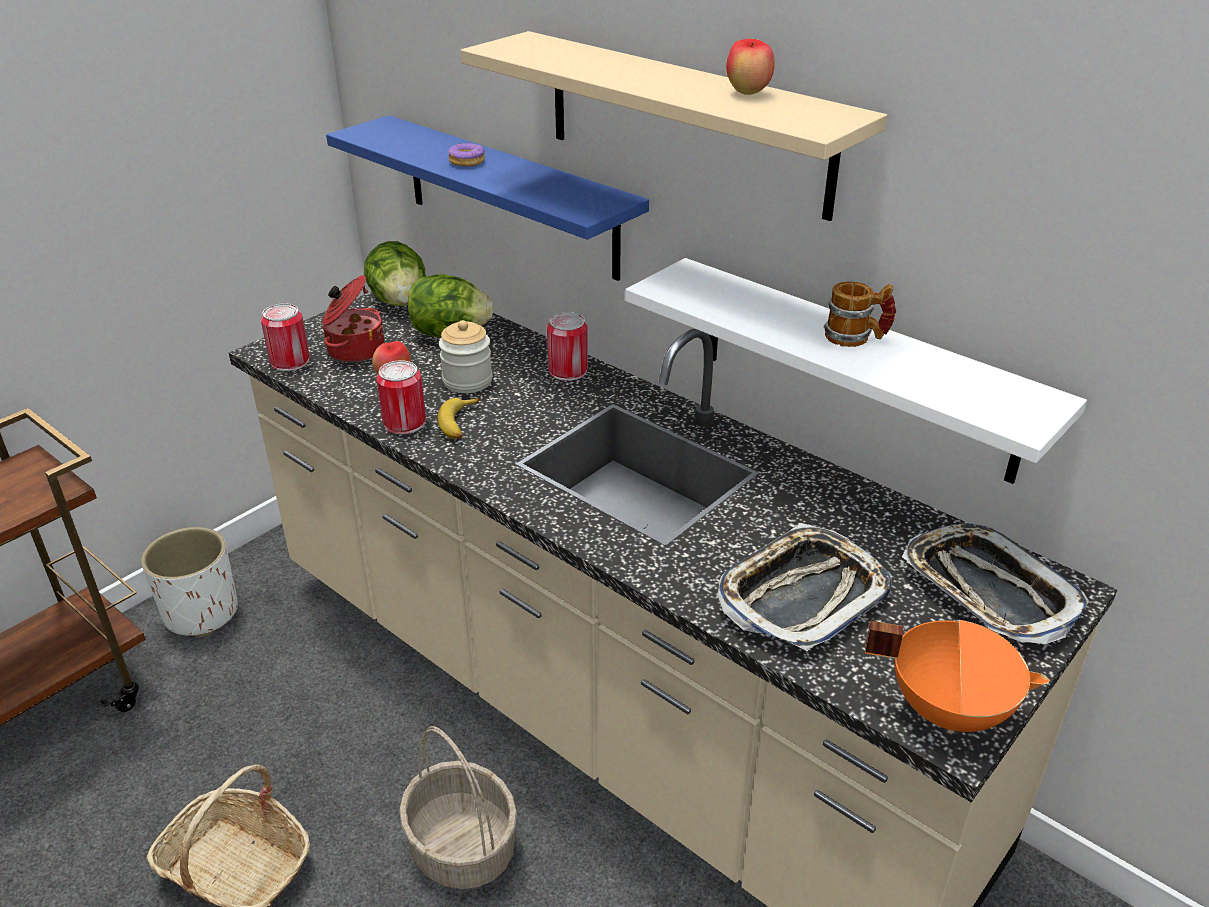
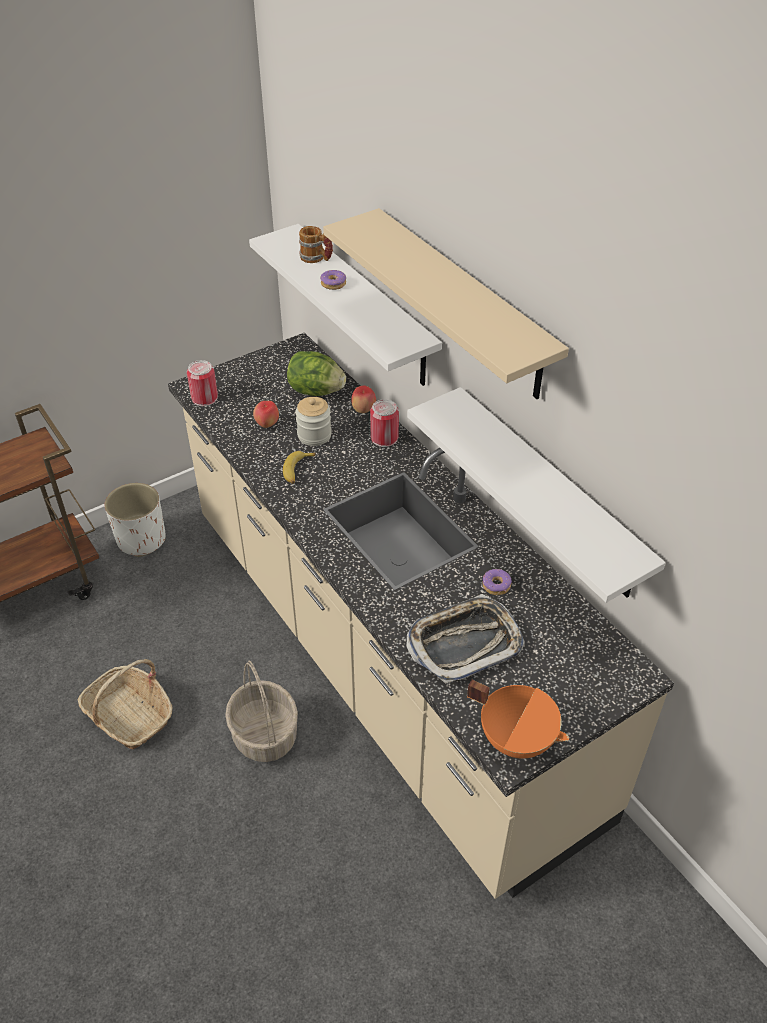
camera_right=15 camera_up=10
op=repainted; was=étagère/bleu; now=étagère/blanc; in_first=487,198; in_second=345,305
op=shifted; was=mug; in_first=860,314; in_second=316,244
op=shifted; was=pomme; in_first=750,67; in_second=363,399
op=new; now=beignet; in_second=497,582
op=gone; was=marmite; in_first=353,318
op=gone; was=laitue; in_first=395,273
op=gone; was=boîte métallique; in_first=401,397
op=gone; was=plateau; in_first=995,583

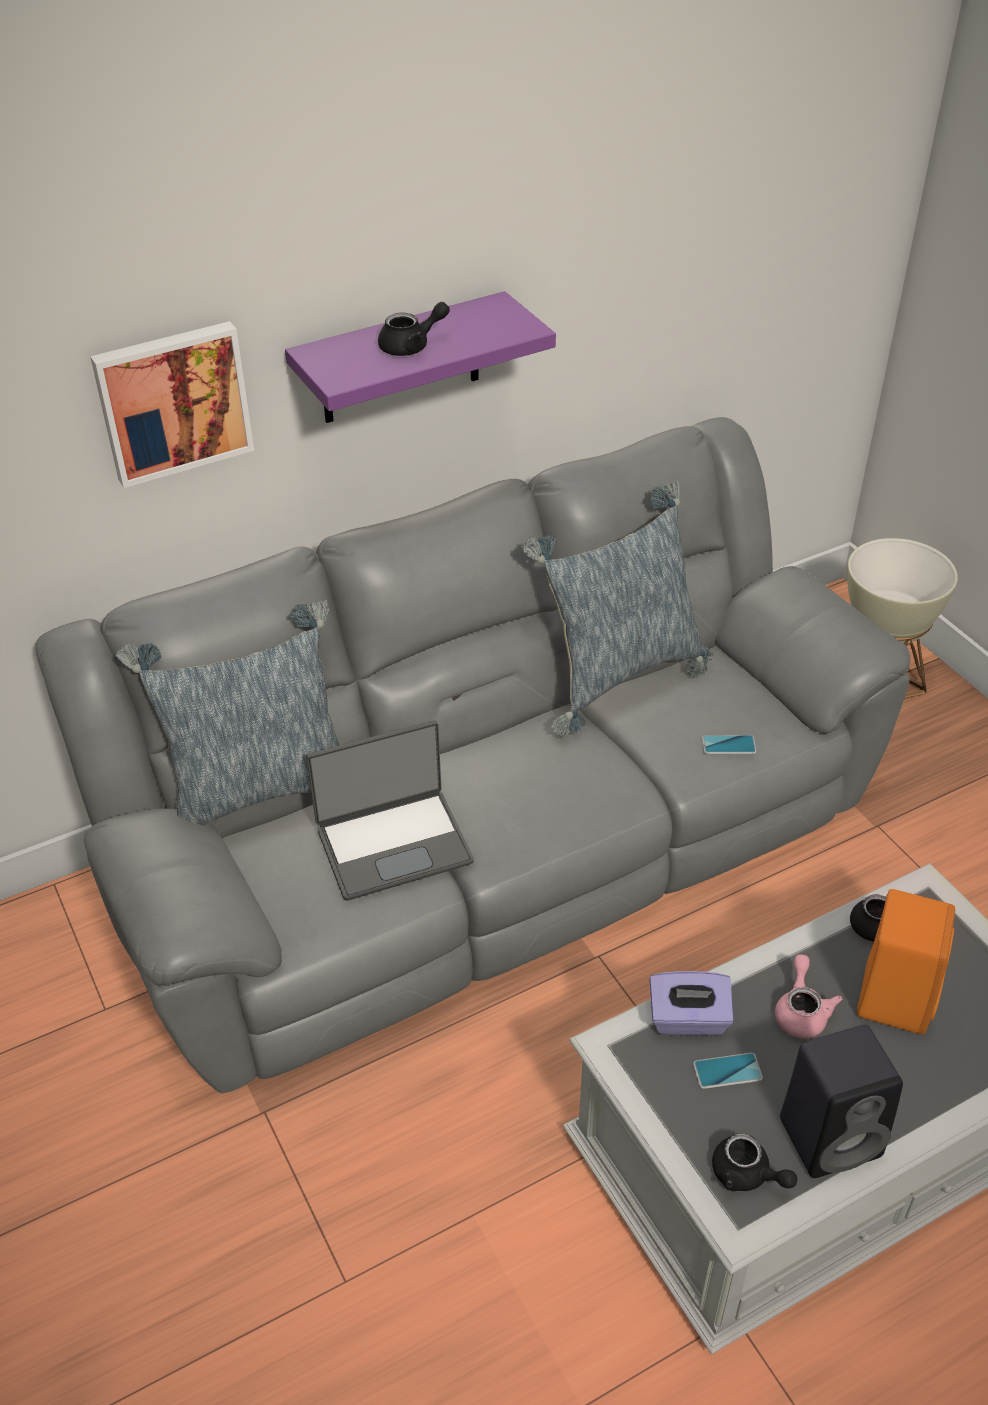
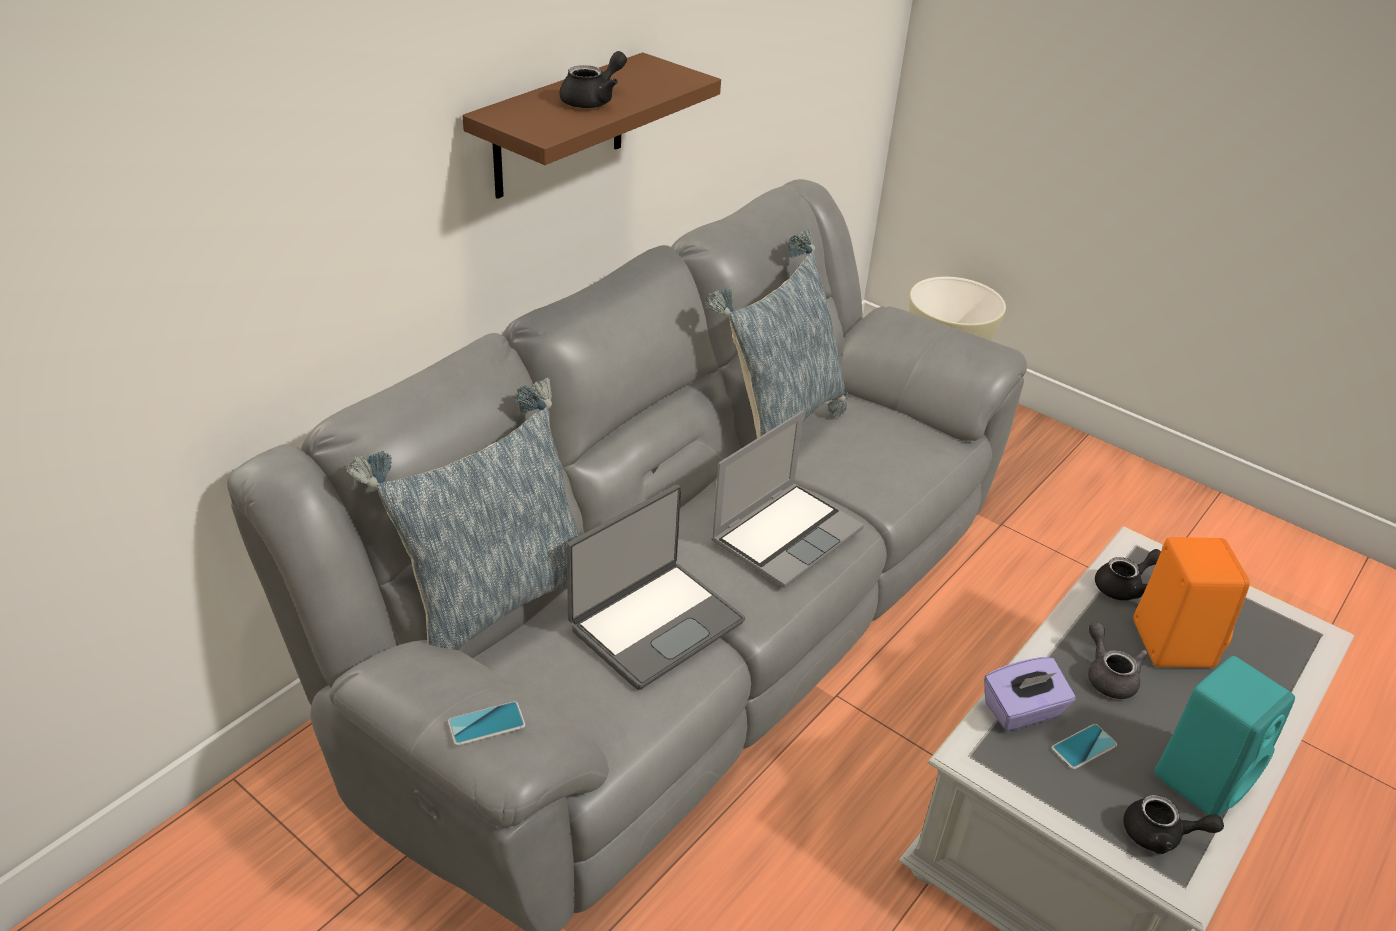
camera_right=-25 camera_up=-5
op=shifted; was=téléphone; in_first=729,744; in_second=486,723
op=repainted; was=étagère/violet; now=étagère/marron; in_first=420,357; in_second=591,125
op=new; now=ordinateur portable; in_second=787,499
op=repainted; was=théière/rose; now=théière/gris; in_first=808,996; in_second=1118,660
op=repainted; was=enceinte/noir; now=enceinte/turquoise; in_first=841,1101; in_second=1224,736
op=gone; was=tableau; in_first=172,404

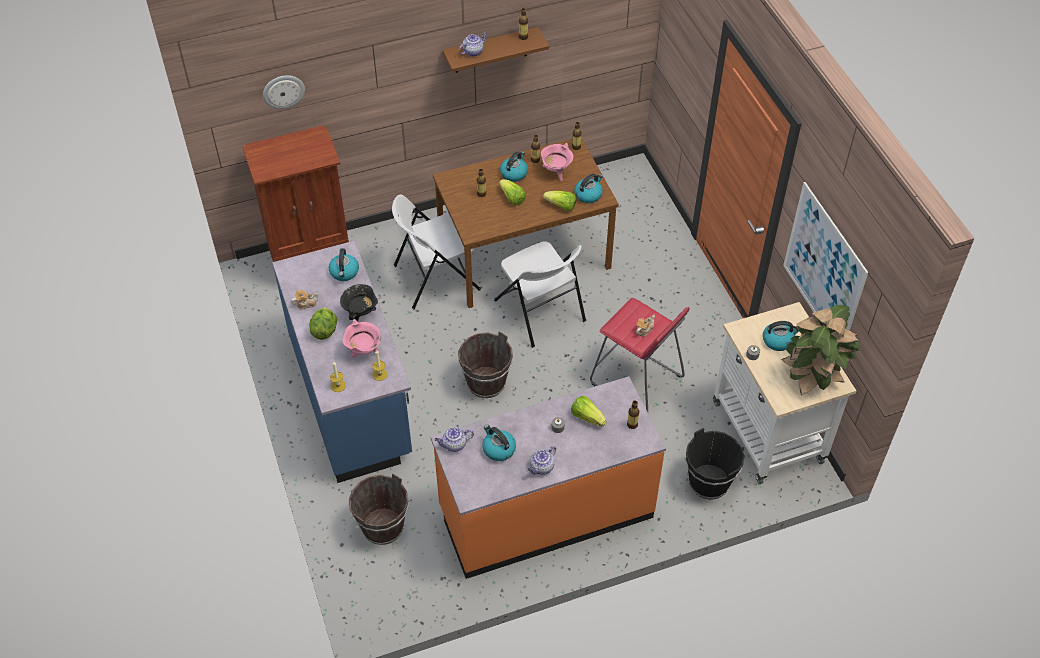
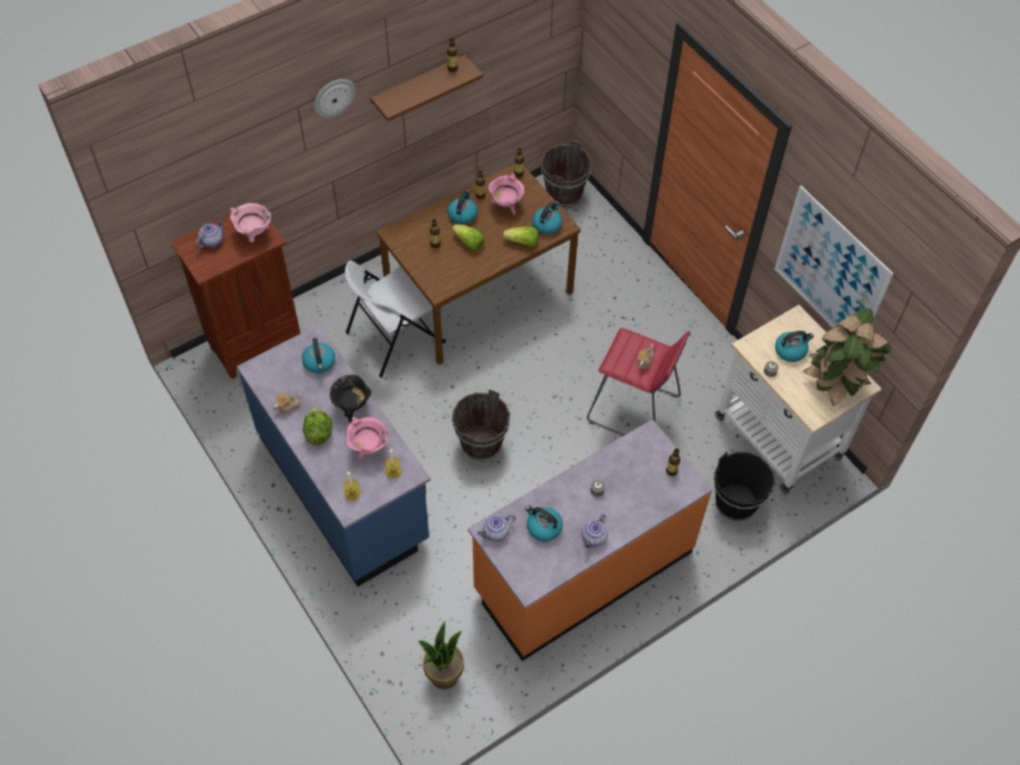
camera_right=-15 camera_up=5
op=shifted; was=théière; in_first=473,45; in_second=209,233
op=new; now=marmite/rose; in_second=250,222
op=shifted; was=horloge murale; in_first=284,92; in_second=335,98
op=new; now=plante en pot; in_second=441,655
op=shifted; was=seau/marron; in_first=379,509; in_second=566,173
op=gone; was=chaise/blanc; in_first=540,294
op=gone; was=laitue; in_first=588,411

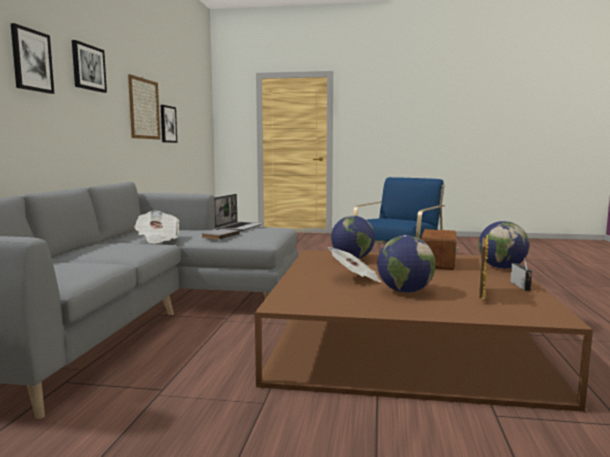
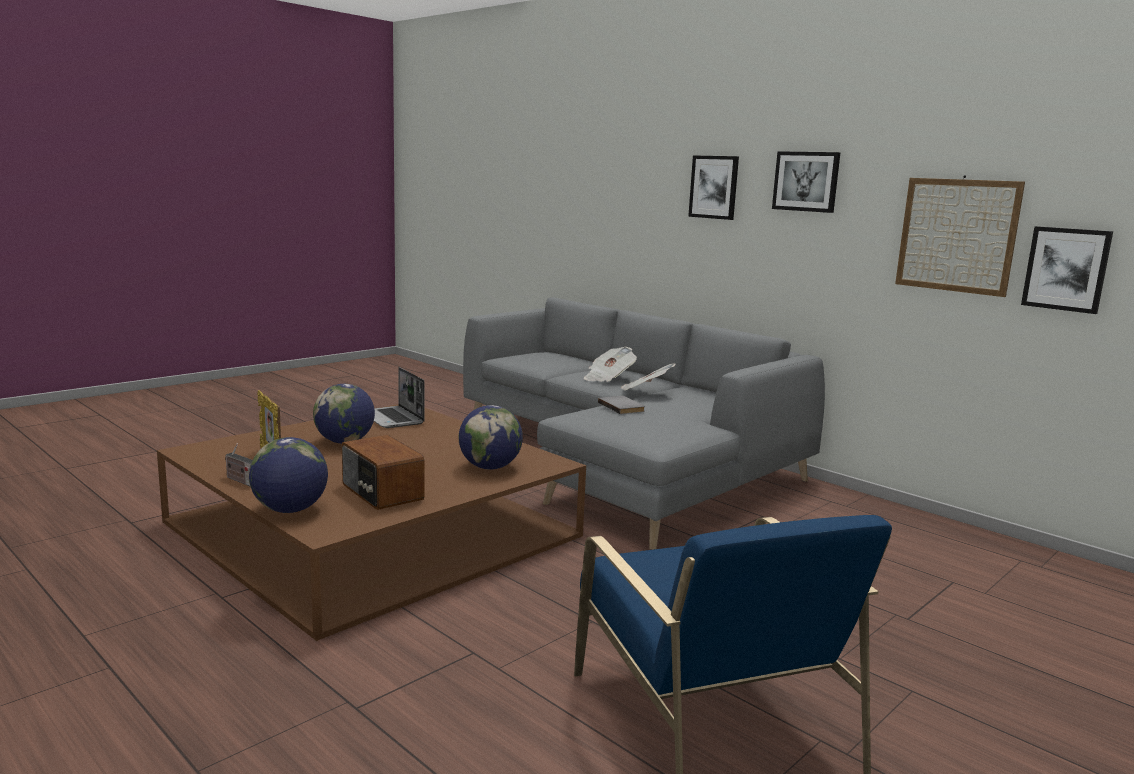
camera_right=125 camera_up=5
op=shifted; was=ordinateur portable; in_first=238,212; in_second=399,397
op=shifted; was=journal; in_first=354,264; in_second=610,364

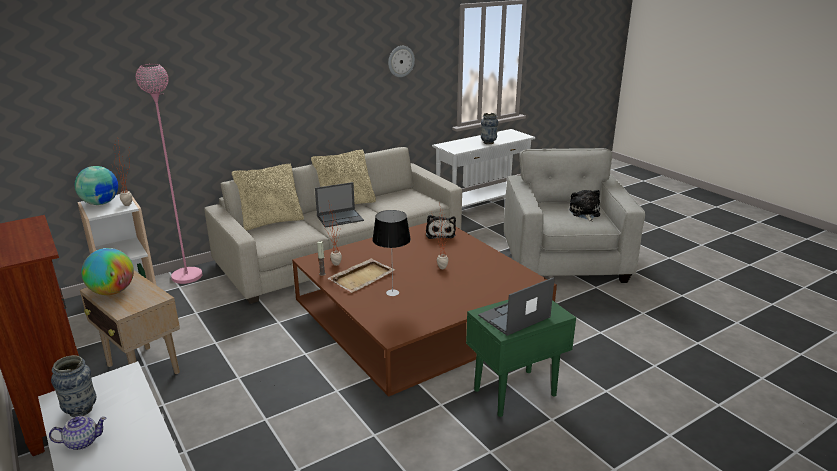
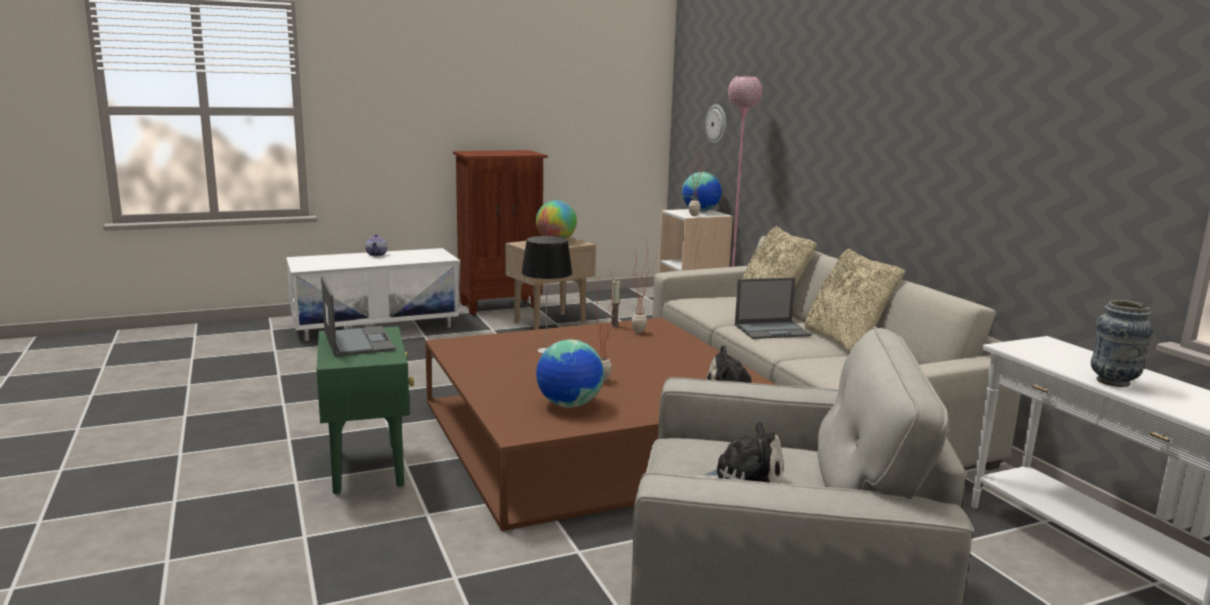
camera_right=100 camera_up=-10
op=new; now=globe; in_second=570,374
op=shifted; was=horloge murale; in_first=401,61; in_second=715,124
op=rotated; was=ordinateur portable; in_first=339,204; in_second=773,308; clockwise=-90
op=gone; was=vase; in_first=73,386
op=gone; was=plateau/beige; in_first=361,275

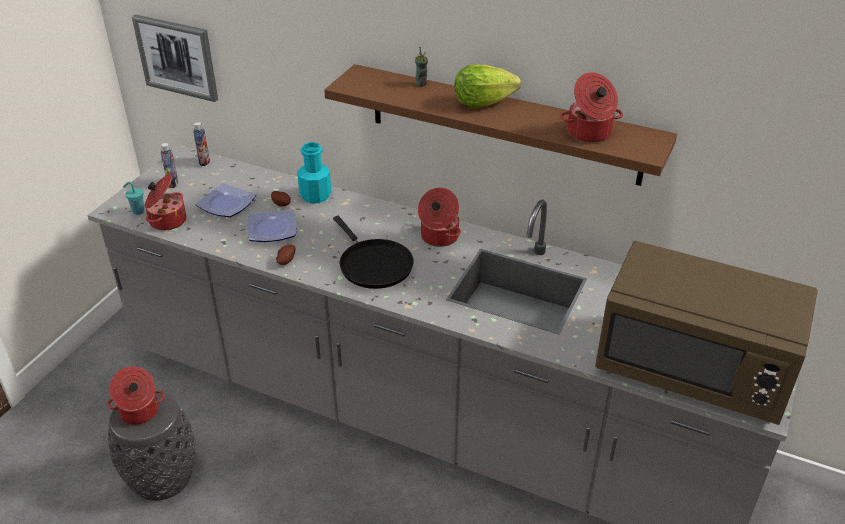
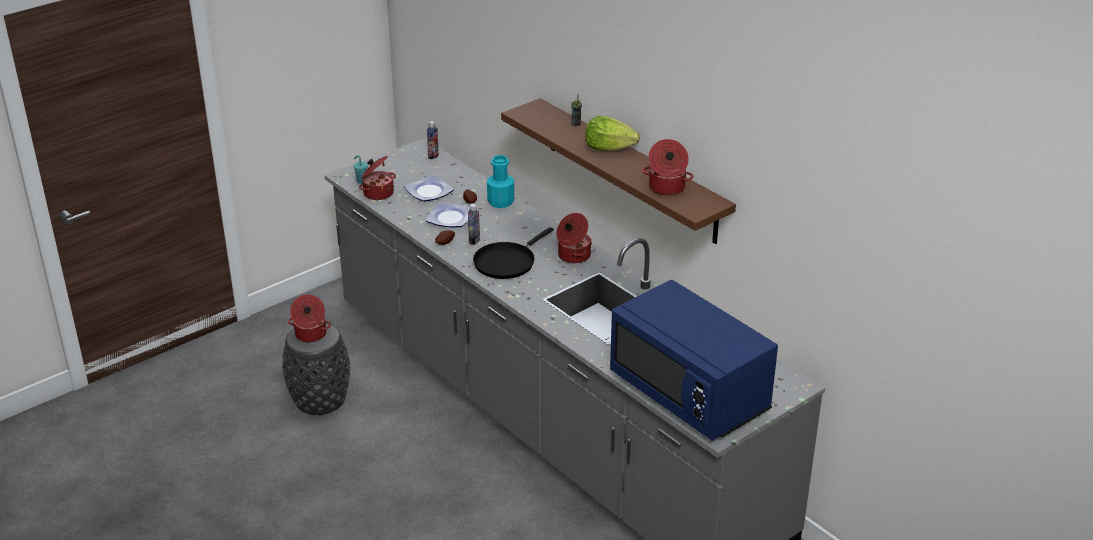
camera_right=25 camera_up=-5
op=shifted; was=bouteille; in_first=169,165; in_second=474,224
op=rotated; was=poêle/noir; in_first=373,252; in_second=513,253; clockwise=45
op=repainted; was=micro-ondes/marron; now=micro-ondes/bleu; in_first=706,333; in_second=694,360
op=gone; was=tableau; in_first=175,58

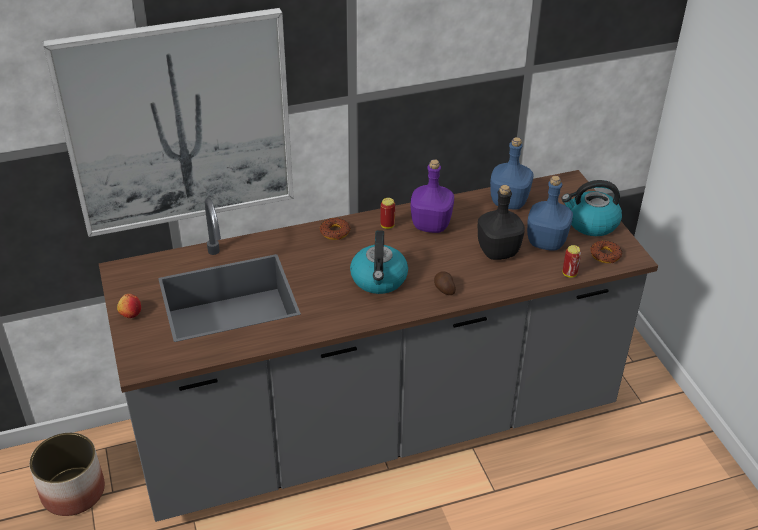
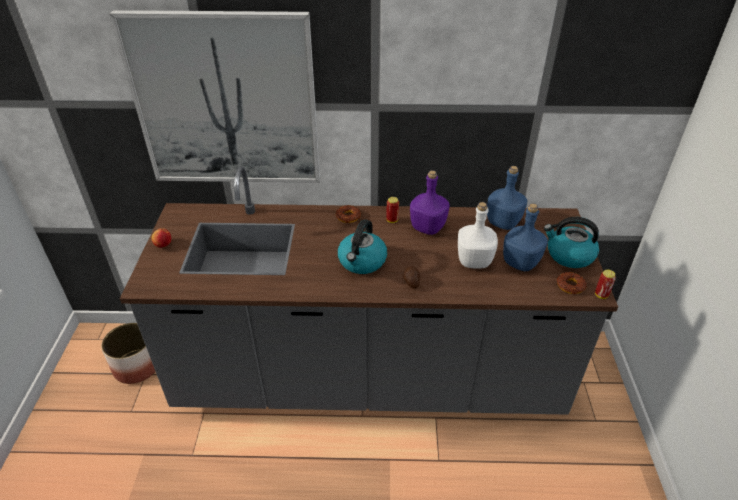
camera_right=20 camera_up=0
op=repainted; was=bouteille/noir; now=bouteille/blanc; in_first=501,222; in_second=478,235
op=shifted; was=boîte métallique; in_first=572,261; in_second=605,284

